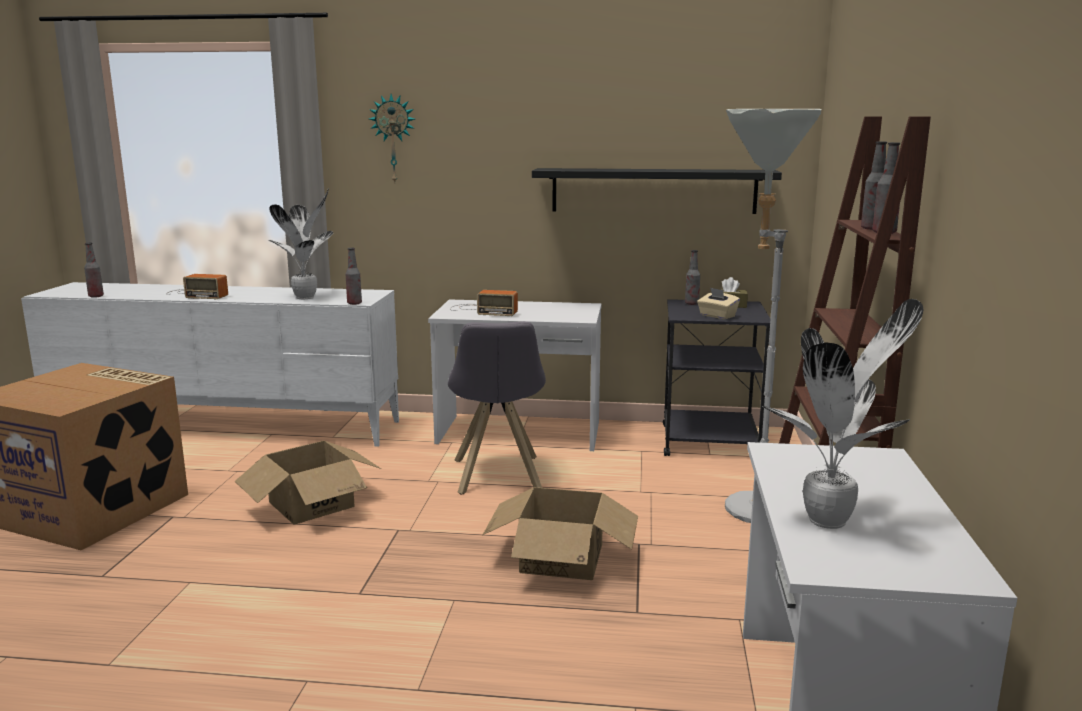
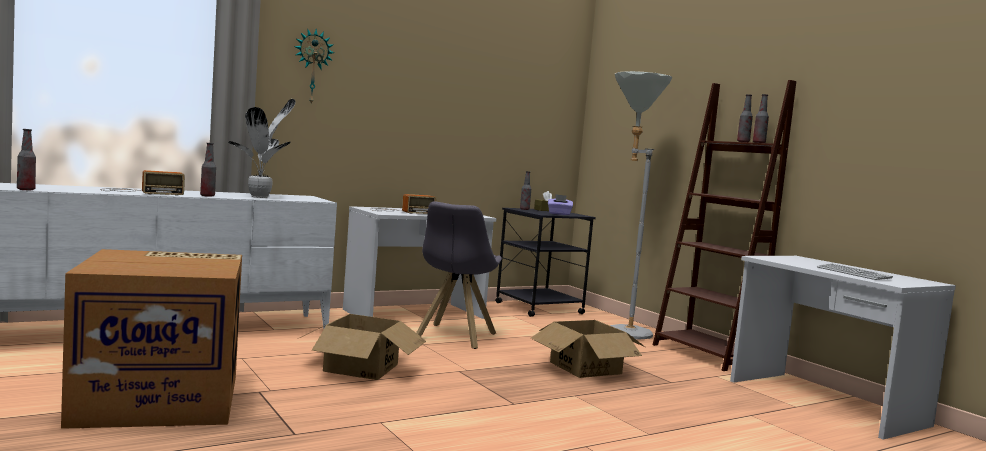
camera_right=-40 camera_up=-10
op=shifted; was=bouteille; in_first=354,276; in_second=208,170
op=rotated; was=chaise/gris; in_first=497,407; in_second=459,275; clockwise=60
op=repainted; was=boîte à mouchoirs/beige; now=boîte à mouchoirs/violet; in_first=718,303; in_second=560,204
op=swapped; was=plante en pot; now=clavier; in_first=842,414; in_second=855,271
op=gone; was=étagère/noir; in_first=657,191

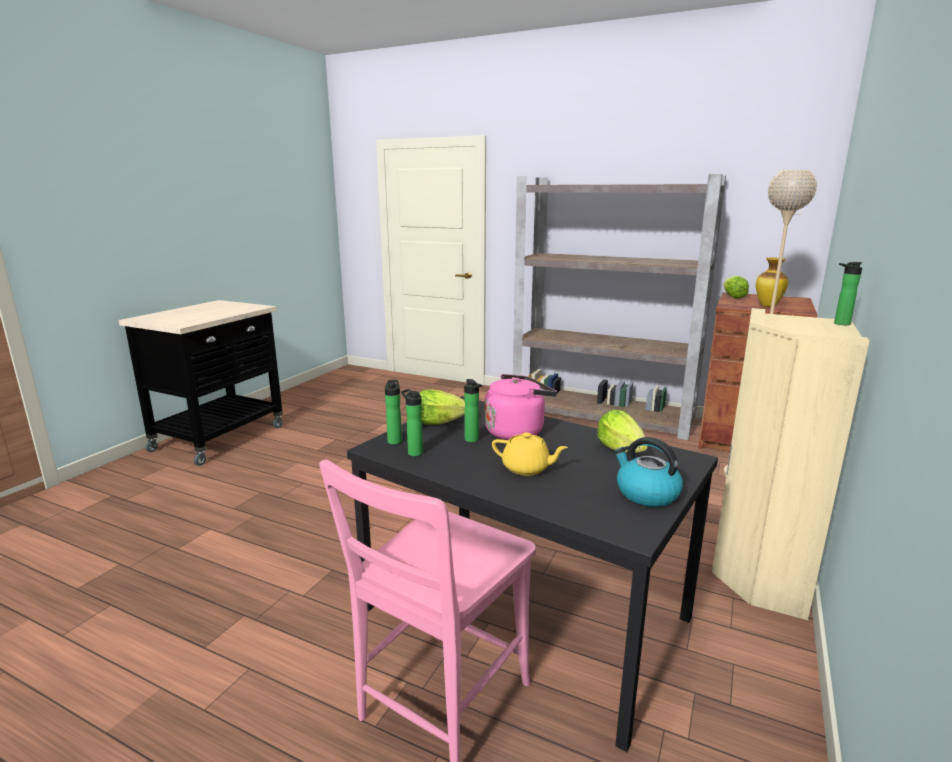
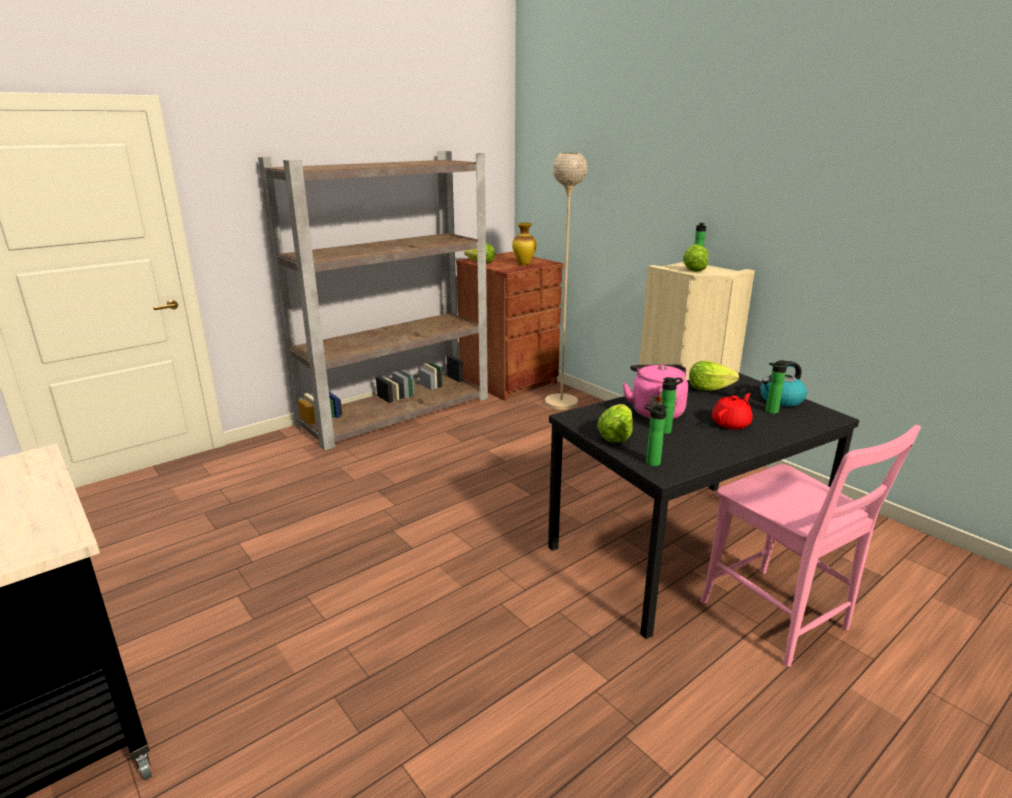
camera_right=-65 camera_up=5
op=new; now=laitue; in_second=695,258
op=repainted; was=théière/jaune; now=théière/rouge; in_first=530,454; in_second=732,411
op=shifted; was=bouteille; in_first=412,422; in_second=776,387

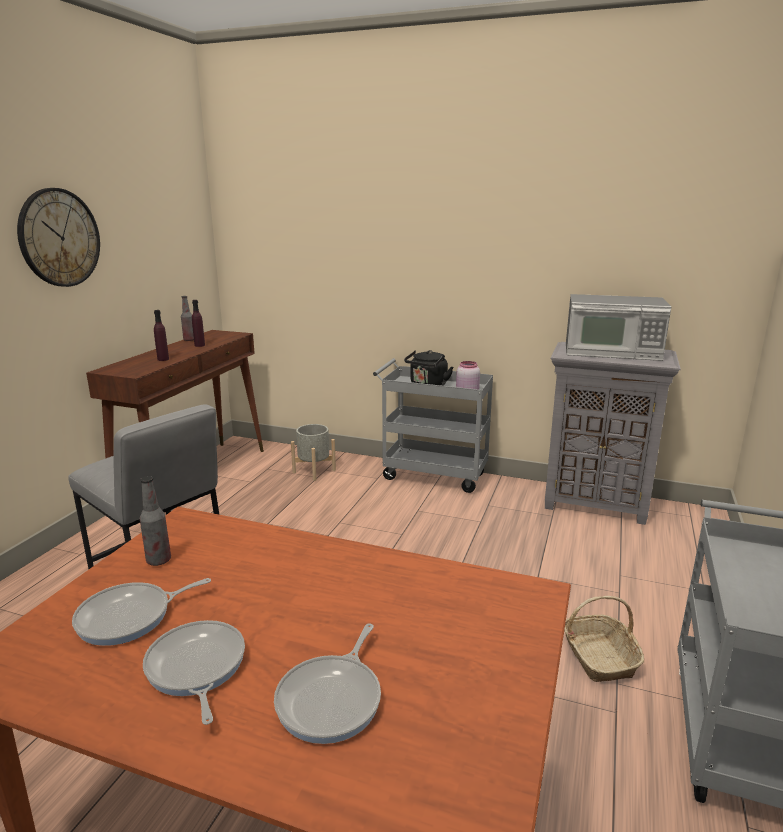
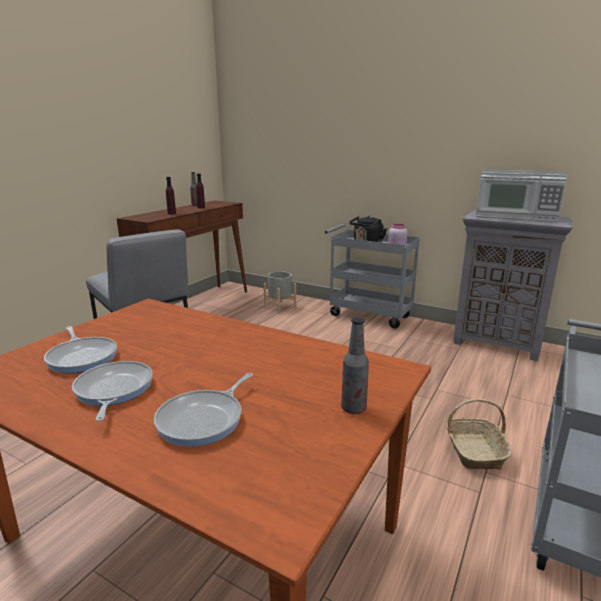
camera_right=10 camera_up=0
op=rotated; was=poêle; in_first=141,612; in_second=80,349; clockwise=-105
op=shifted; was=bouteille; in_first=155,521; in_second=355,365
op=gone; was=horloge murale; in_first=58,237

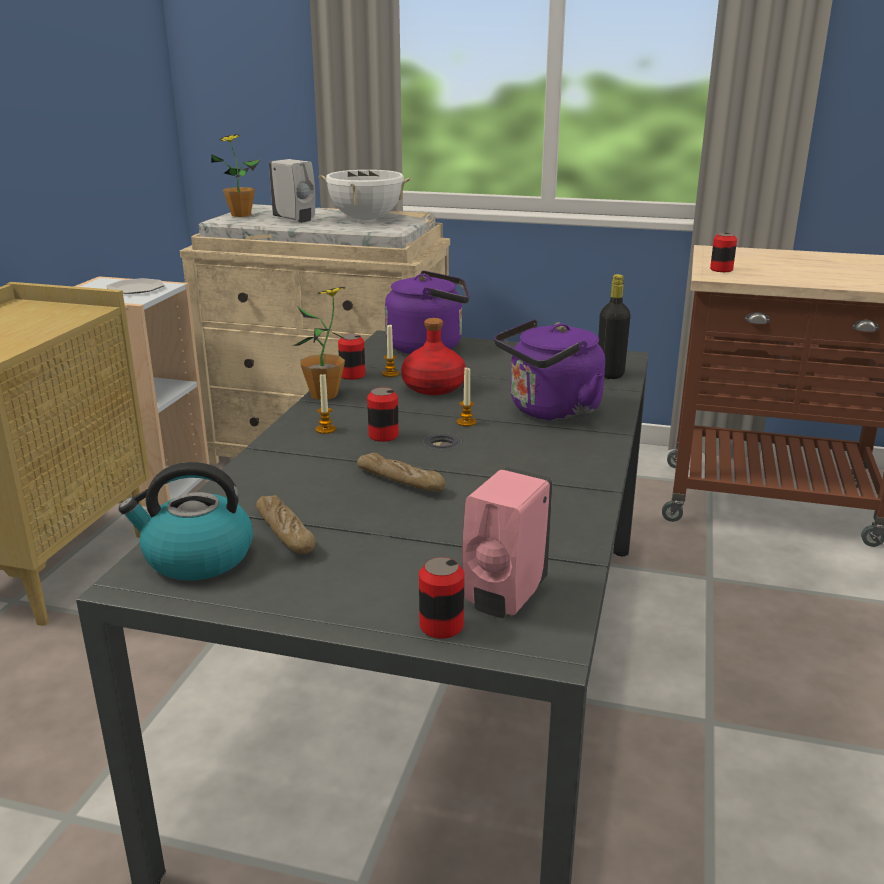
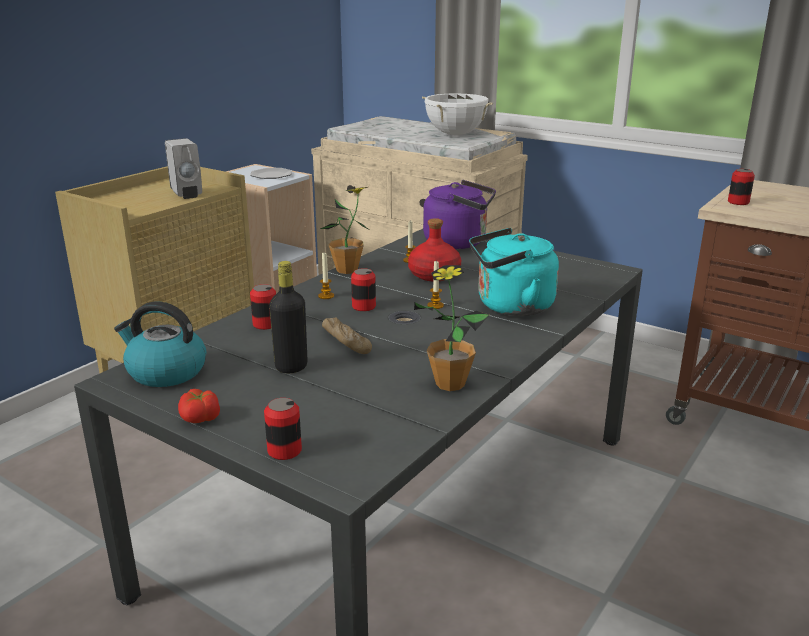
camera_right=20 camera_up=0
op=shifted; was=distributeur de savon/blanc; in_first=292,191; in_second=183,168
op=new; now=tomate; in_second=199,406
op=shifted; was=boîte métallique; in_first=351,357; in_second=263,307
op=shifted; was=bouteille/noir; in_first=614,326; in_second=288,317
op=shifted; was=plante en pot; in_first=235,175; in_second=451,328
op=repainted; was=bouilloire/violet; now=bouilloire/turquoise; in_first=549,370; in_second=514,272
op=gone; was=pain; in_first=286,524
op=gone; was=distributeur de savon/rose; in_first=507,542

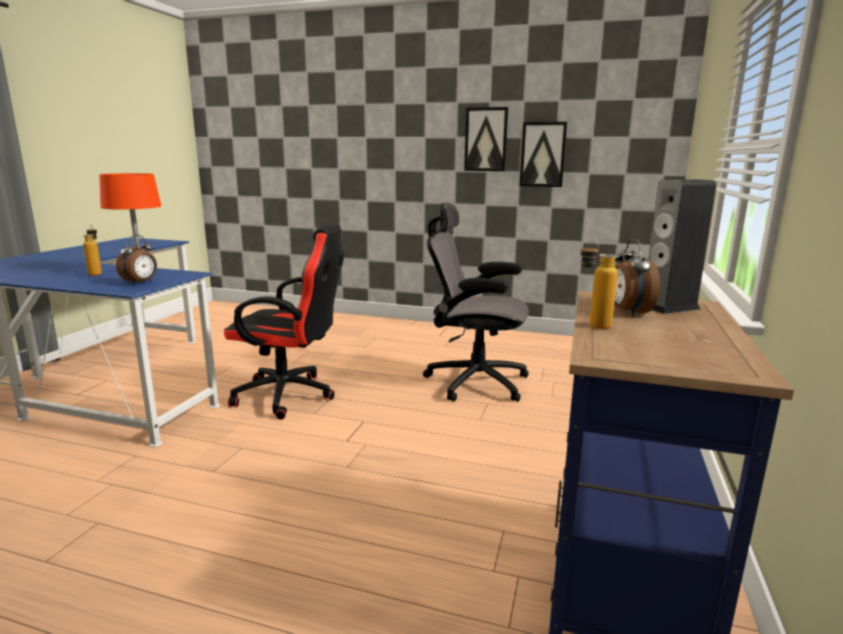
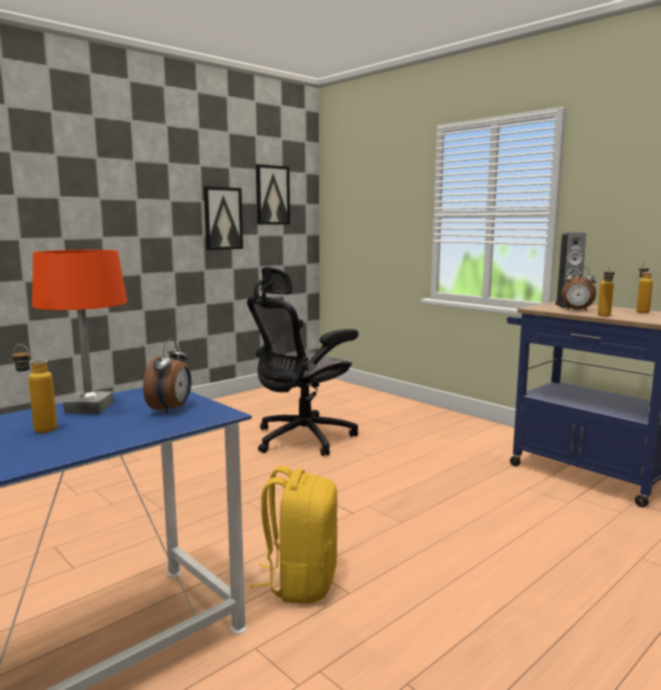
camera_right=-60 camera_up=-5
op=rotated; was=réveil; in_first=136,260; in_second=167,376; clockwise=45
op=new; now=sac à dos/jaune; in_second=293,535
op=shifted; was=tableau; in_first=486,139; in_second=273,194
op=new; now=bouteille; in_second=644,288
op=gone; was=chaise de bureau/noir; in_first=284,322

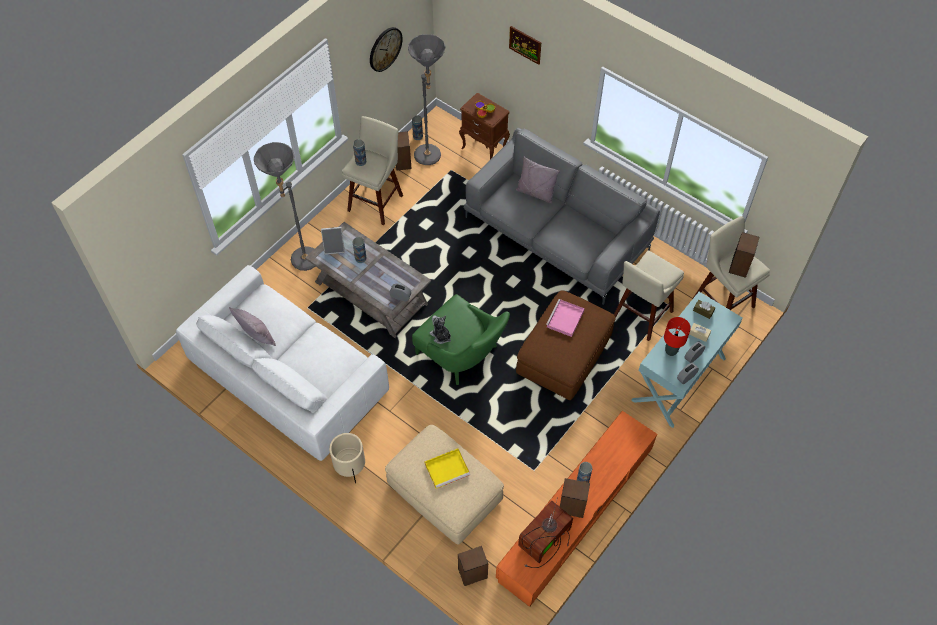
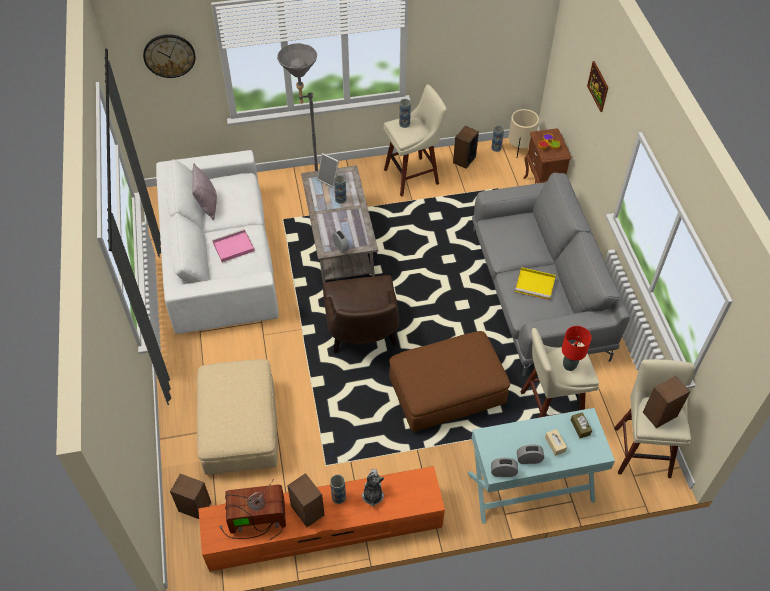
camera_right=40 camera_up=-5
op=shifted; was=horloge murale; in_first=386,49; in_second=169,56
op=shifted; was=plateau/rose; in_first=565,318; in_second=233,245
op=repainted; was=fauteuil/vert; now=fauteuil/marron; in_first=461,339; in_second=361,314
op=shifted; was=peluche; in_first=440,329; in_second=373,488
op=shifted; was=cache-pot/beige; in_first=347,458; in_second=523,133
op=shifted; was=plateau/jaune; in_first=447,469; in_second=535,283
op=shifted; was=lampe de table/rouge; in_first=677,336; in_second=577,348
op=gone; was=lampadaire/gris; in_first=426,99
op=gone; was=coussin/violet; in_first=538,180

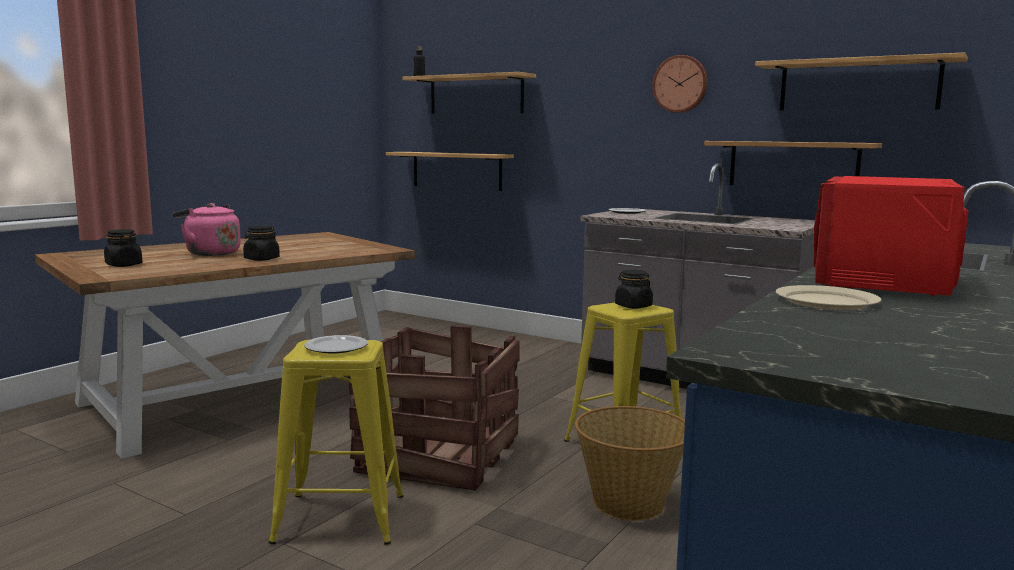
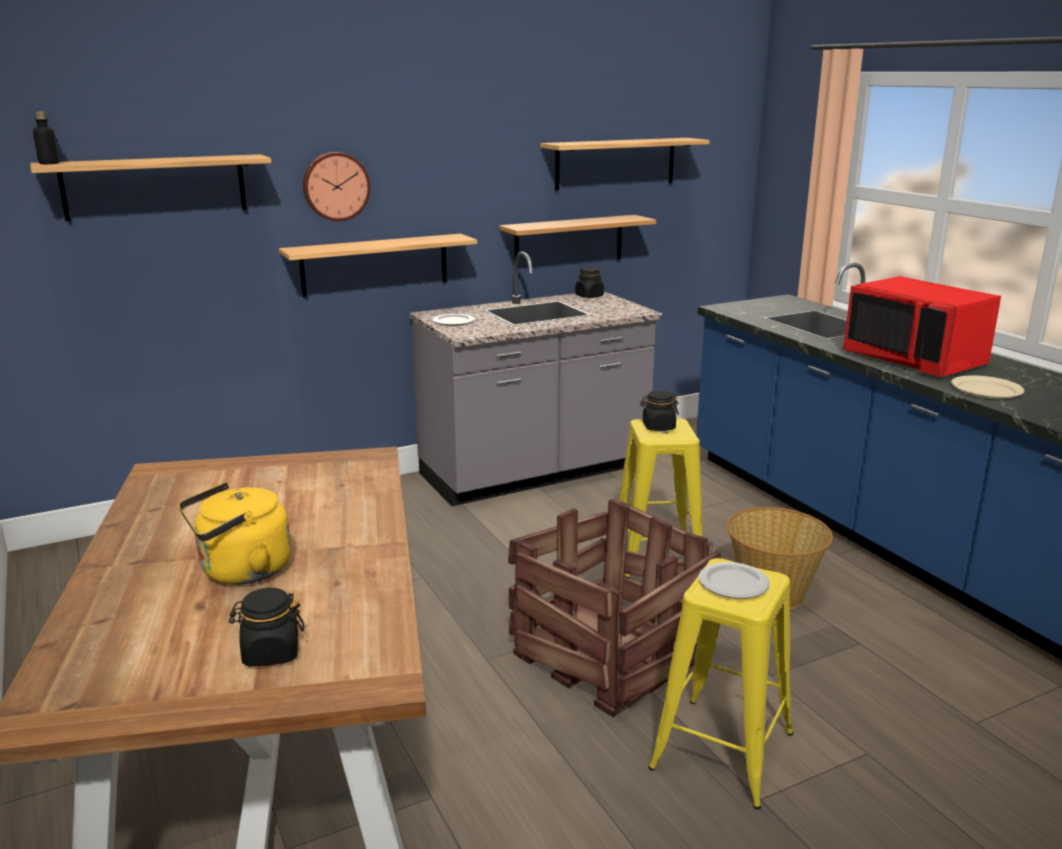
camera_right=-60 camera_up=10
op=repainted; was=bouilloire/rose; now=bouilloire/jaune; in_first=207,229; in_second=235,533
op=shifted; was=étagère; in_first=450,171; in_second=378,265
op=shifted; was=horloge murale; in_first=680,84; in_second=336,186
op=shifted; was=bocal/noir; in_first=261,243; in_second=589,282

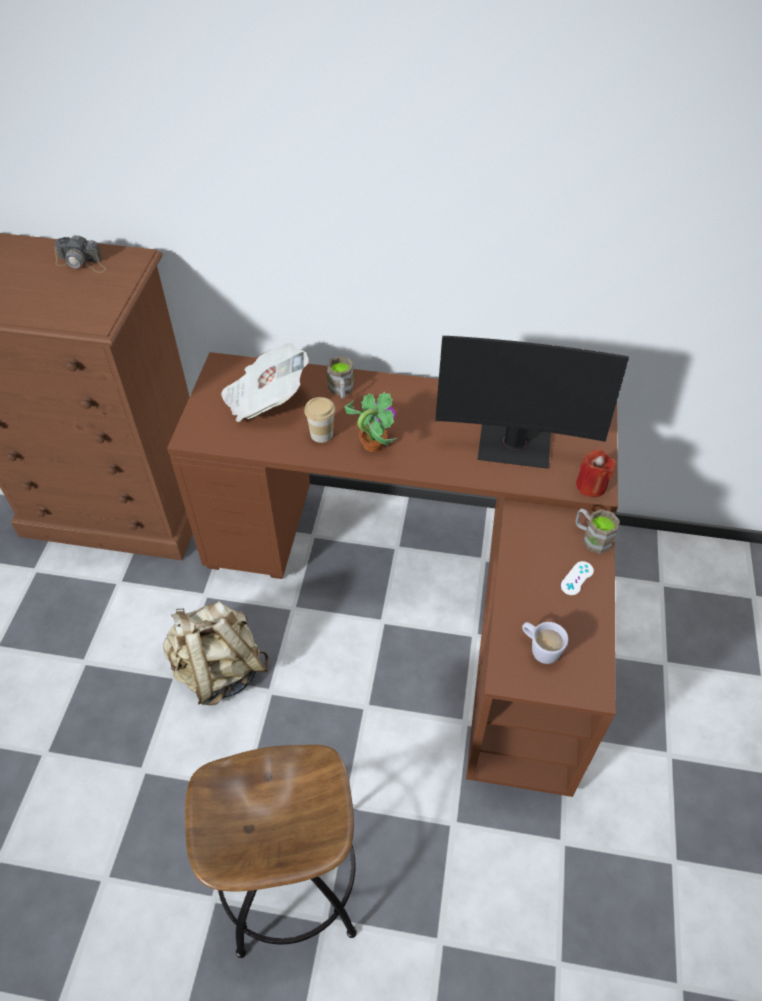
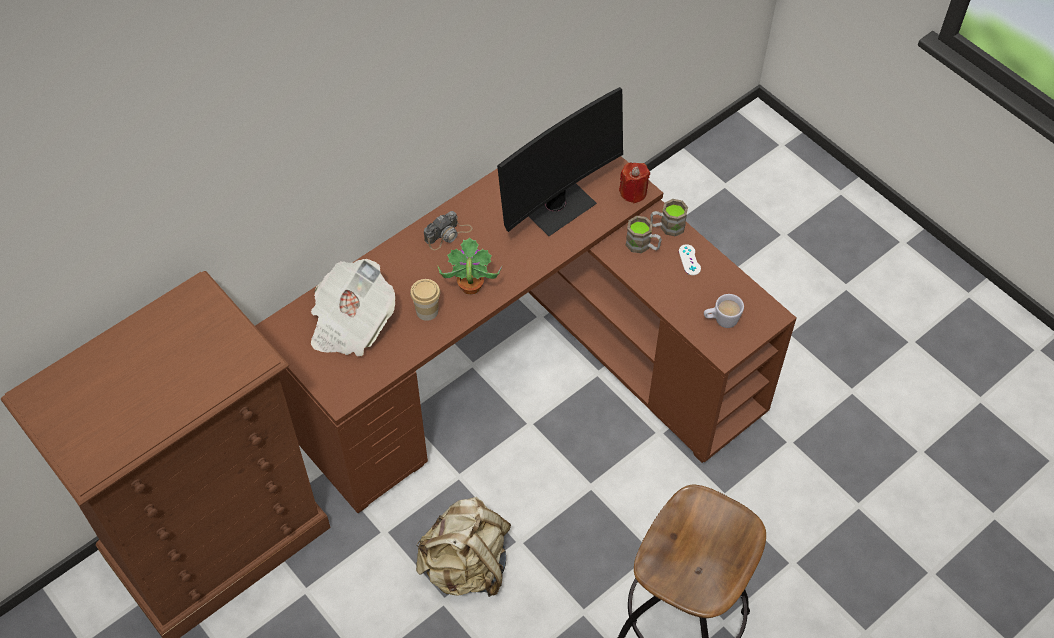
camera_right=-50 camera_up=5
op=shifted; was=appareil photo; in_first=80,253; in_second=448,230
op=shifted; was=mug/marron; in_first=340,377; in_second=643,234

